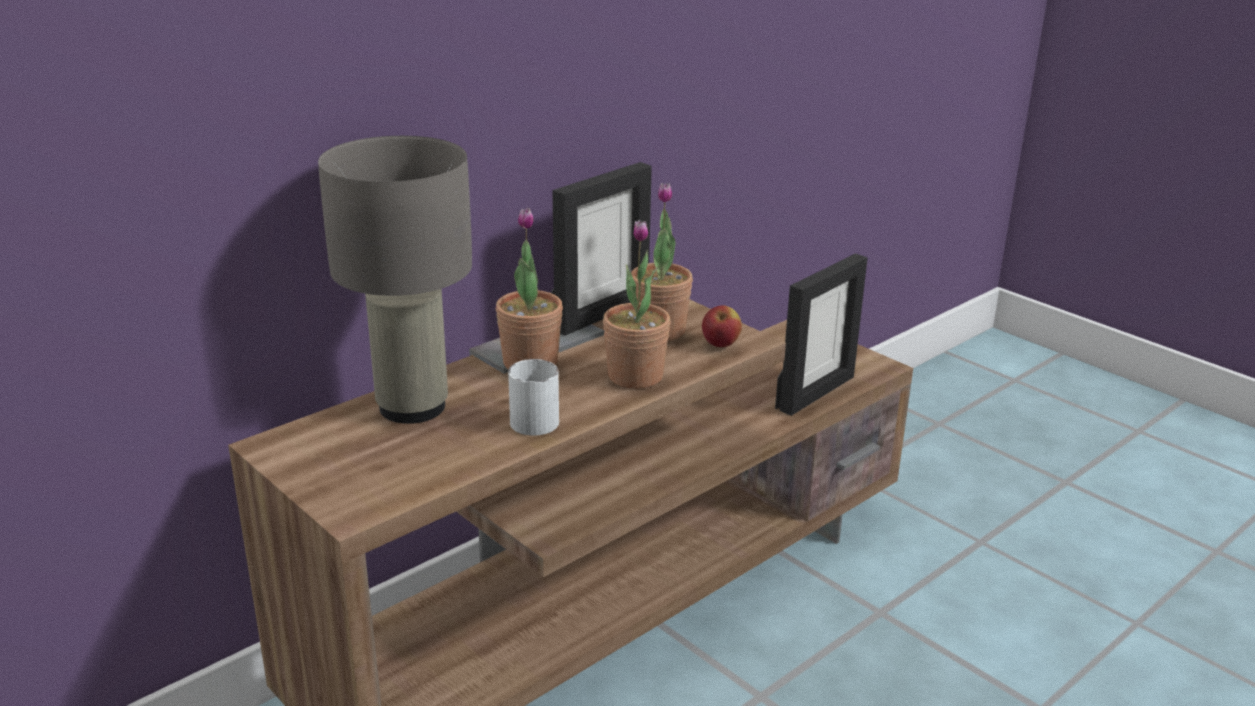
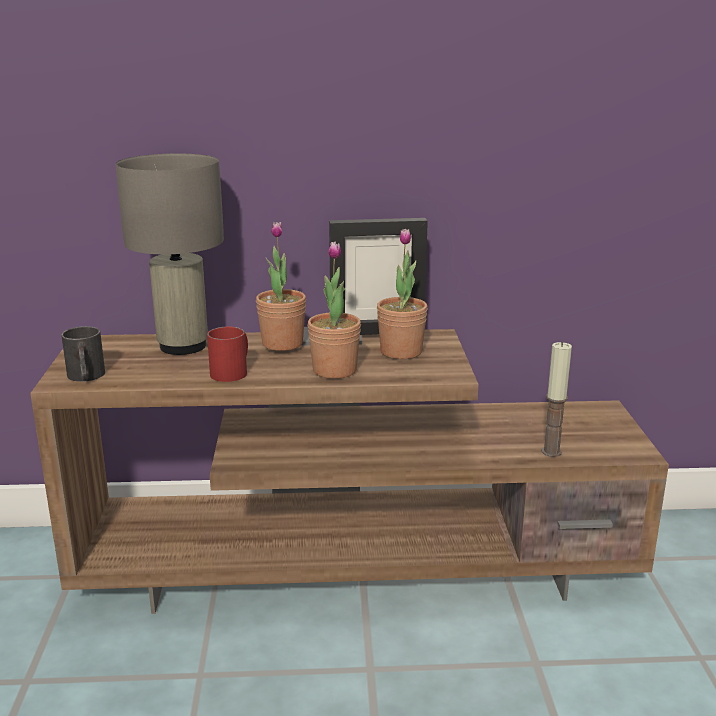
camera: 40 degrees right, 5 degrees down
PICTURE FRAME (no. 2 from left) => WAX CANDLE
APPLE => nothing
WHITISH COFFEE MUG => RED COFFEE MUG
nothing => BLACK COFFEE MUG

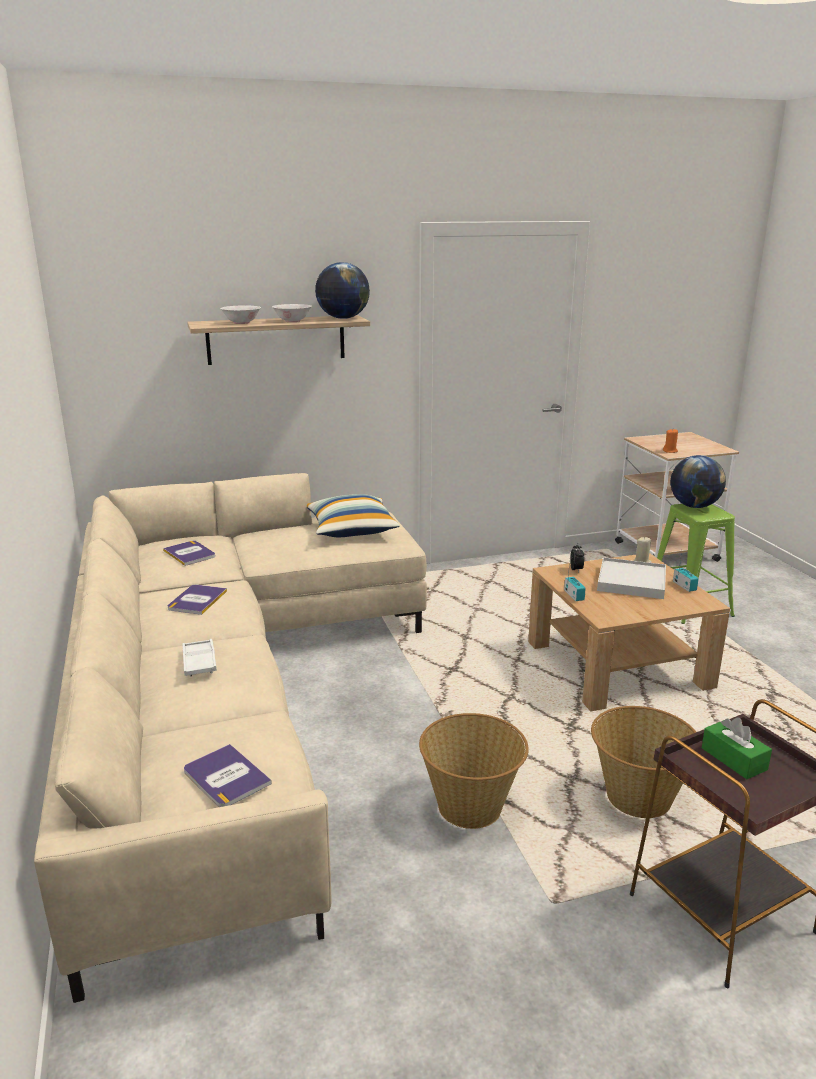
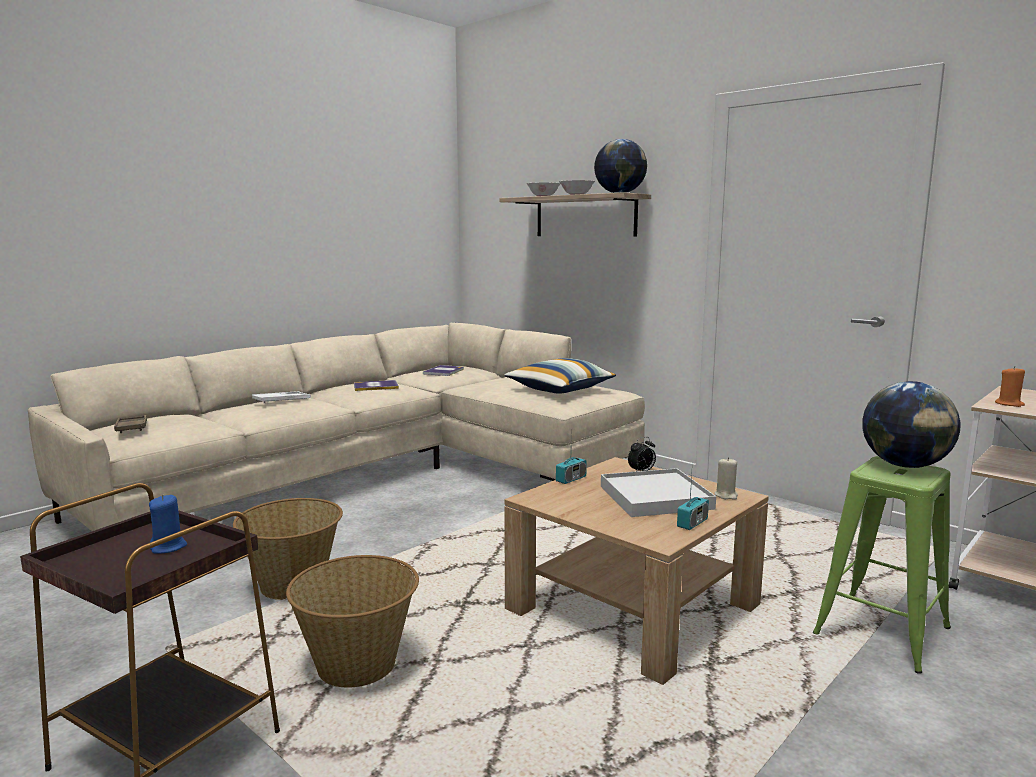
camera: 60 degrees right, 10 degrees down
GREEN TISSUE BOX => BLUE WAX CANDLE
BOOK (no. 3 from left) => BROWNISH SERVING TRAY

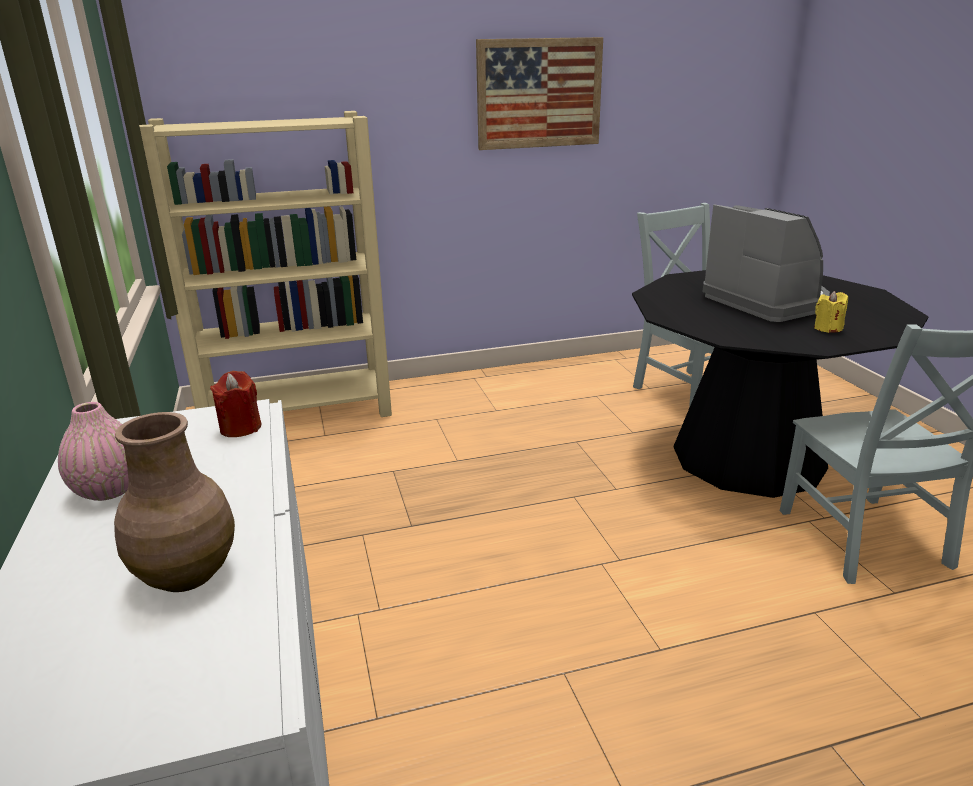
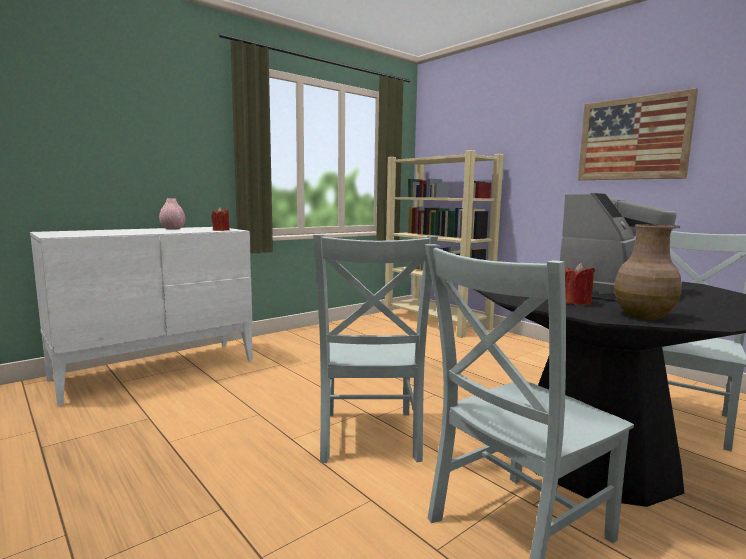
camera: 65 degrees right, 15 degrees down
YELLOWISH WAX CANDLE => RED WAX CANDLE (no. 2 from left)
BROWNISH VASE, relocated
nothing => GREY PLAIN CHAIR (no. 1 from left)

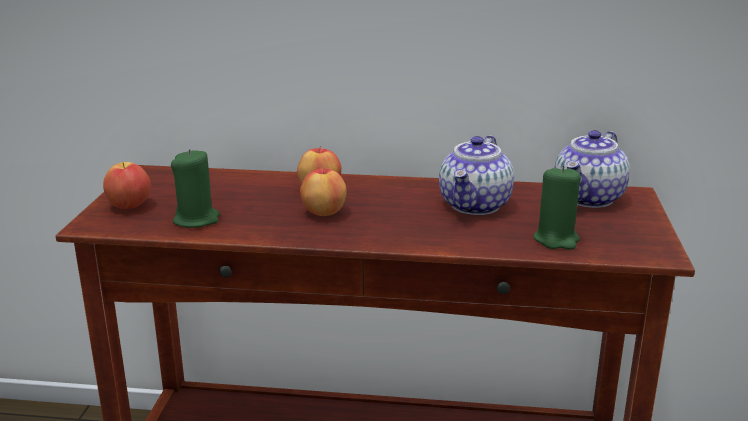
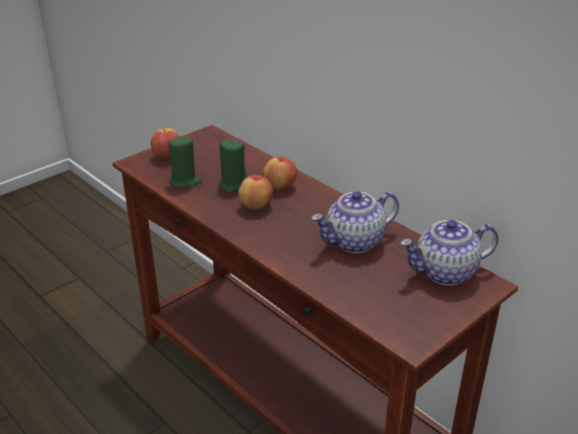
camera: 40 degrees right, 10 degrees up
GREEN WAX CANDLE (no. 2 from left), relocated

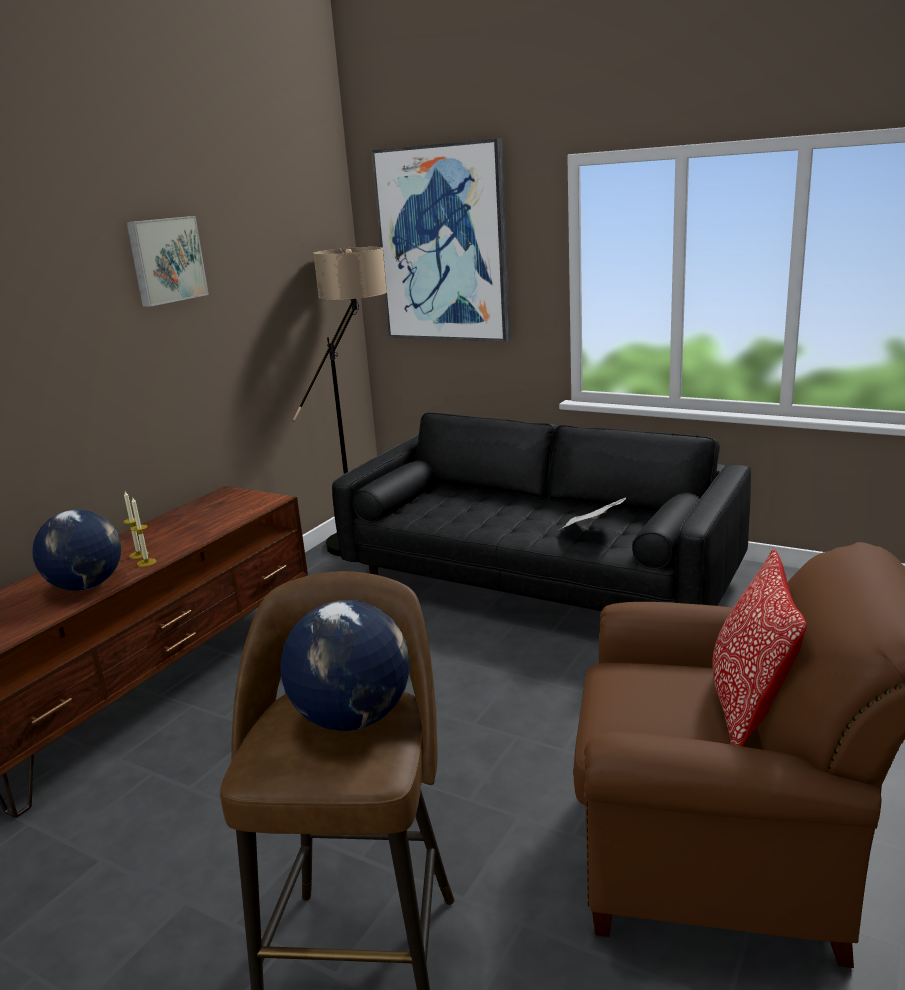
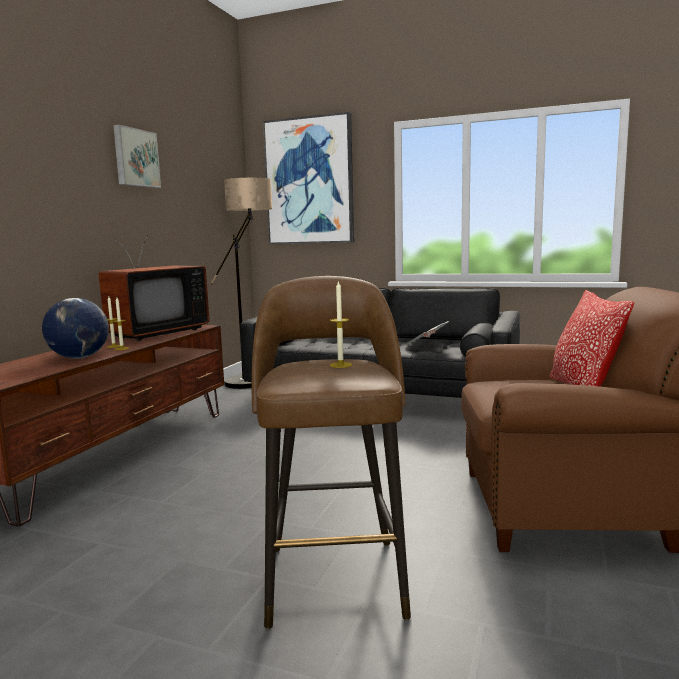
camera: 10 degrees left, 10 degrees down
DESK GLOBE (no. 2 from left) => WAX CANDLE (no. 3 from left)
nothing => TELEVISION

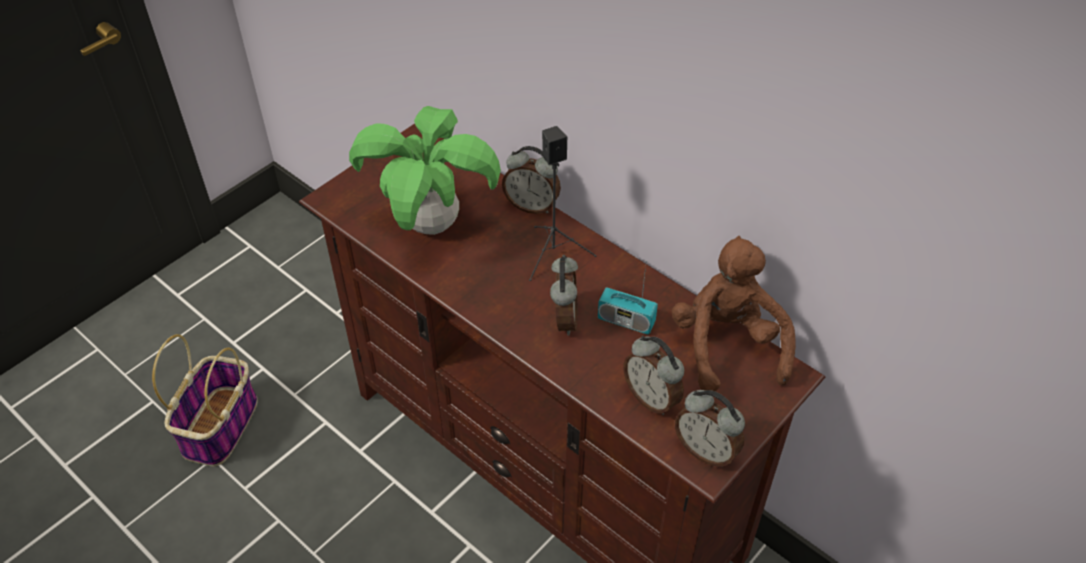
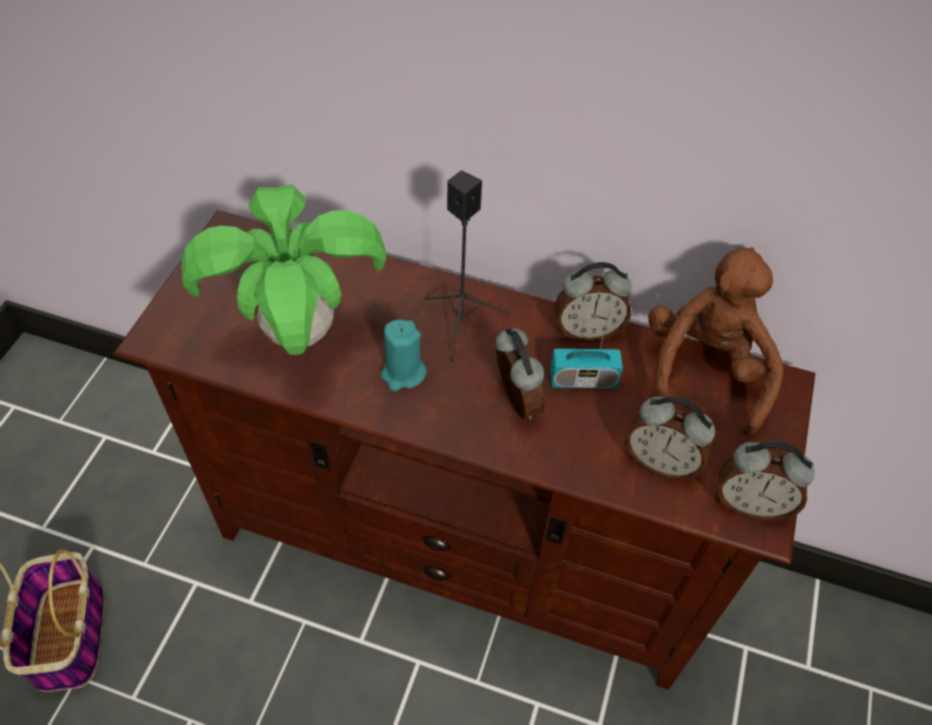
camera: 25 degrees left, 5 degrees up
TABLE CLOCK (no. 1 from left in the first image) => TABLE CLOCK (no. 2 from left), relocated
BROWNISH SOFT TOY, 45 degrees clockwise
nothing => TURQUOISE-COLOURED WAX CANDLE

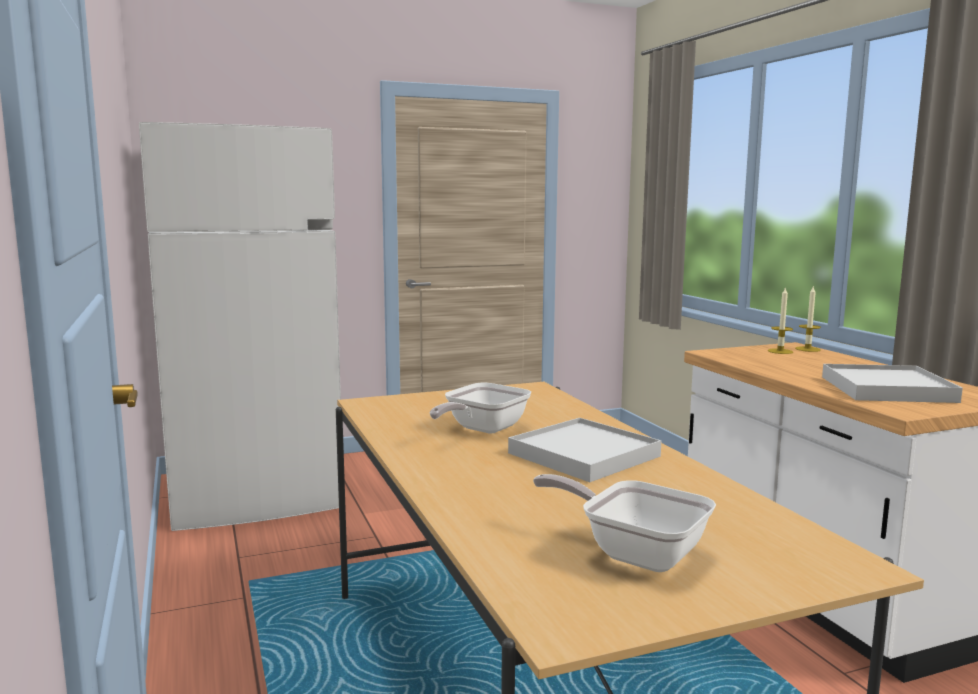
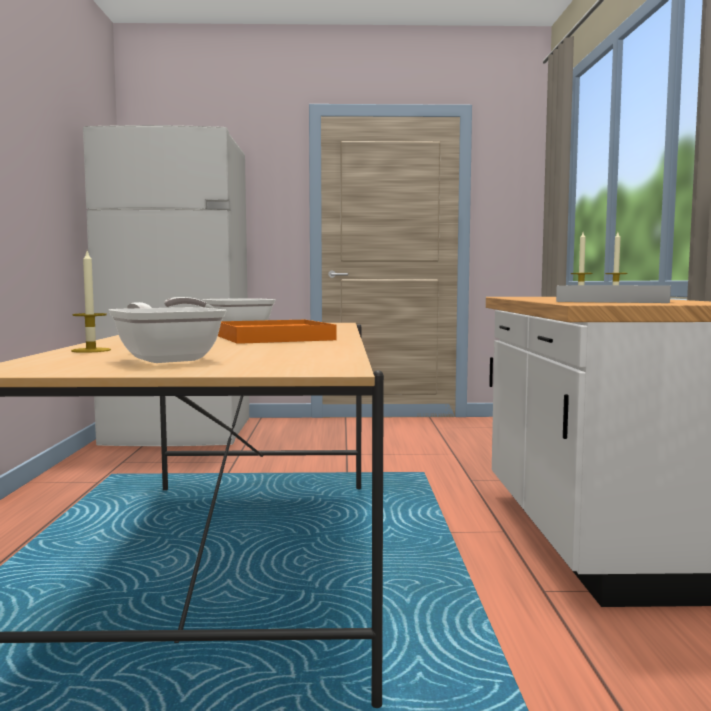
camera: 20 degrees right, 5 degrees down
WHITISH SERVING TRAY (no. 1 from left) => ORANGE-COLOURED SERVING TRAY
nothing => WAX CANDLE (no. 1 from left)

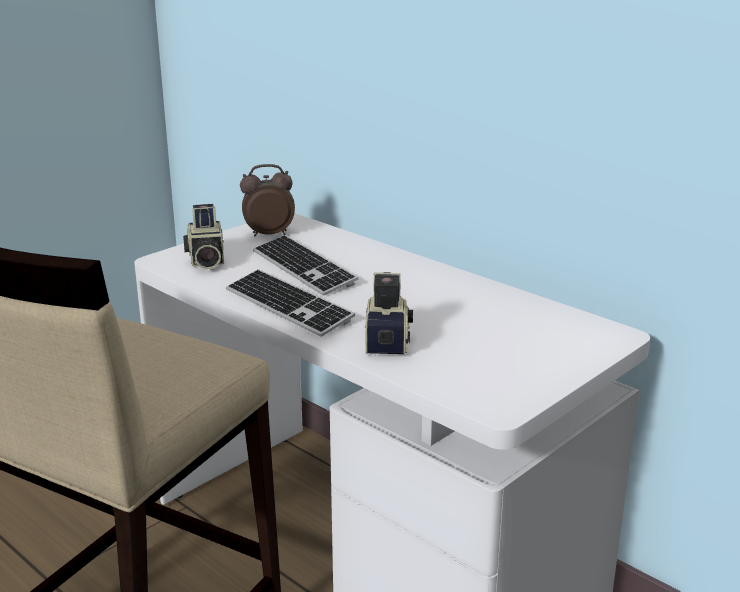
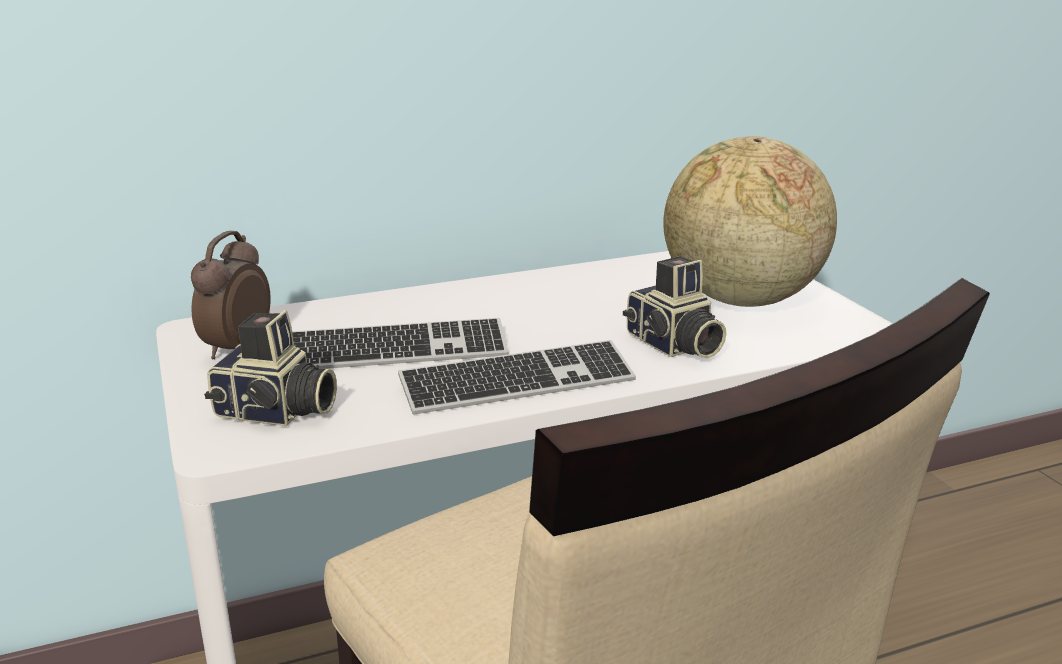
camera: 65 degrees left, 0 degrees up
PHOTO CAMERA (no. 2 from left), 150 degrees counterclockwise
nothing => DESK GLOBE

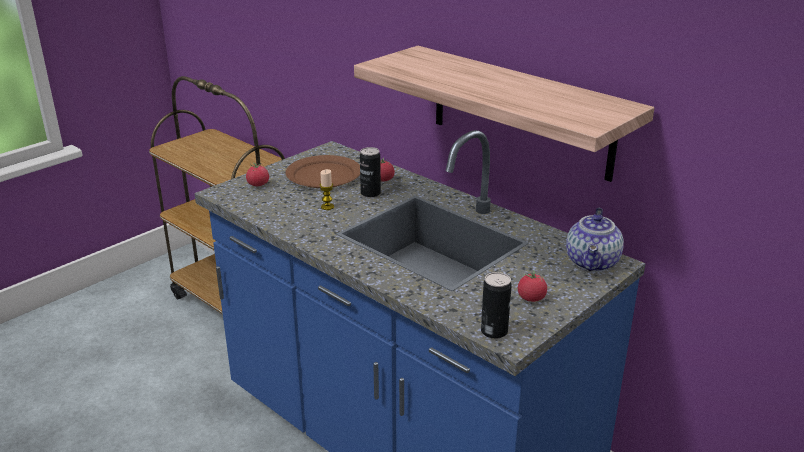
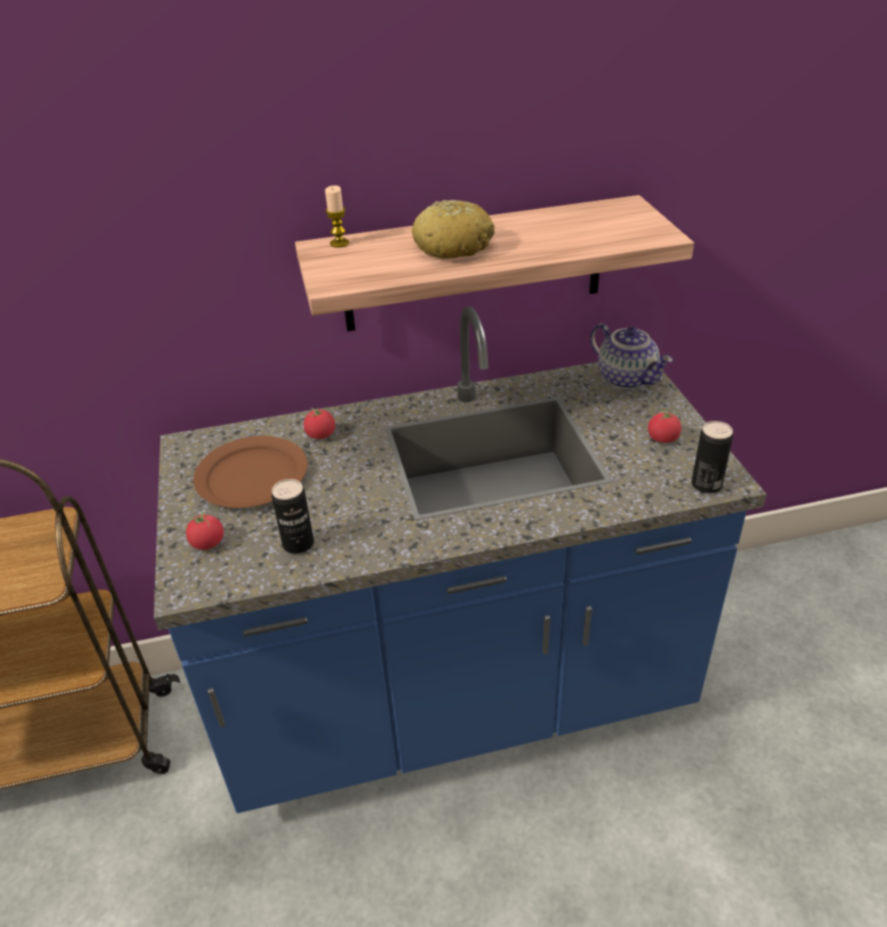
camera: 55 degrees left, 10 degrees up
SEALED CAN (no. 1 from left), relocated
WAX CANDLE, relocated
nothing => BAKERY BREAD

